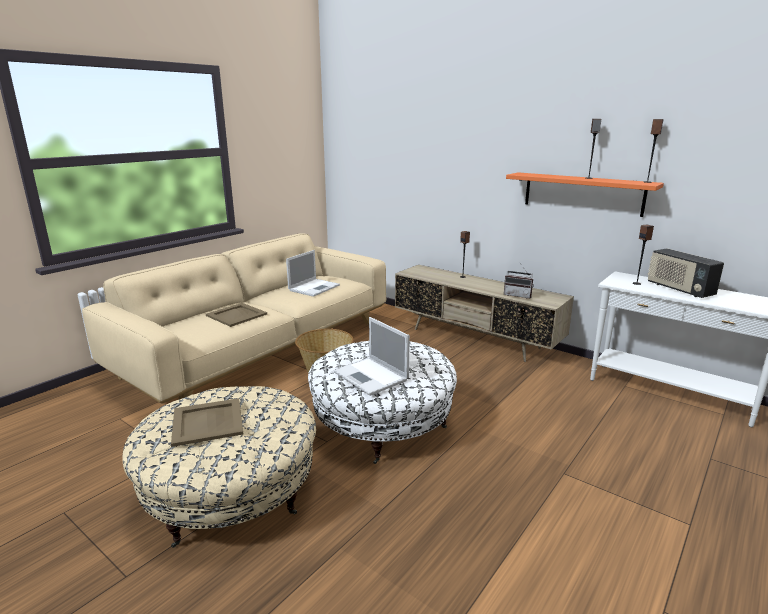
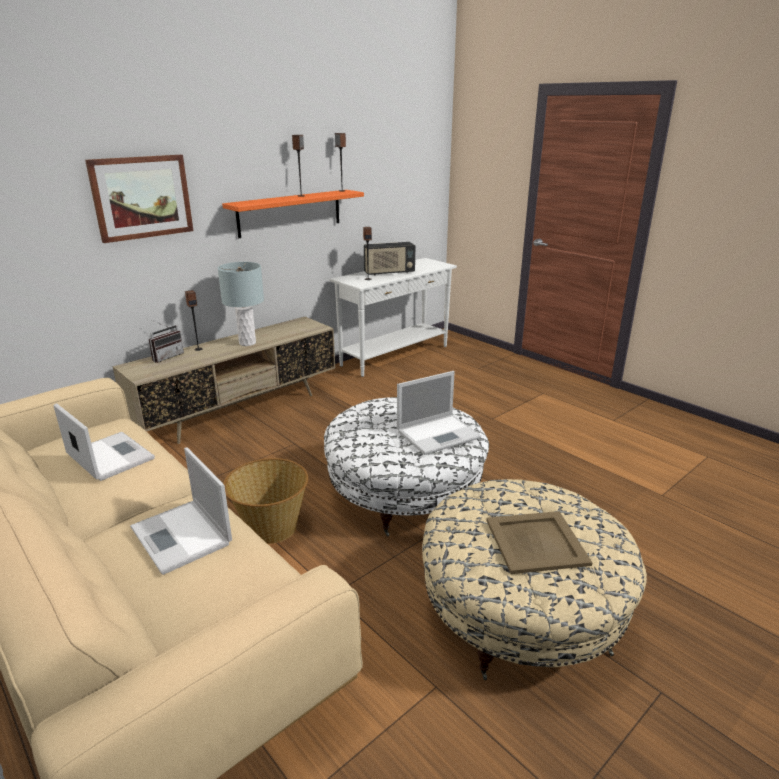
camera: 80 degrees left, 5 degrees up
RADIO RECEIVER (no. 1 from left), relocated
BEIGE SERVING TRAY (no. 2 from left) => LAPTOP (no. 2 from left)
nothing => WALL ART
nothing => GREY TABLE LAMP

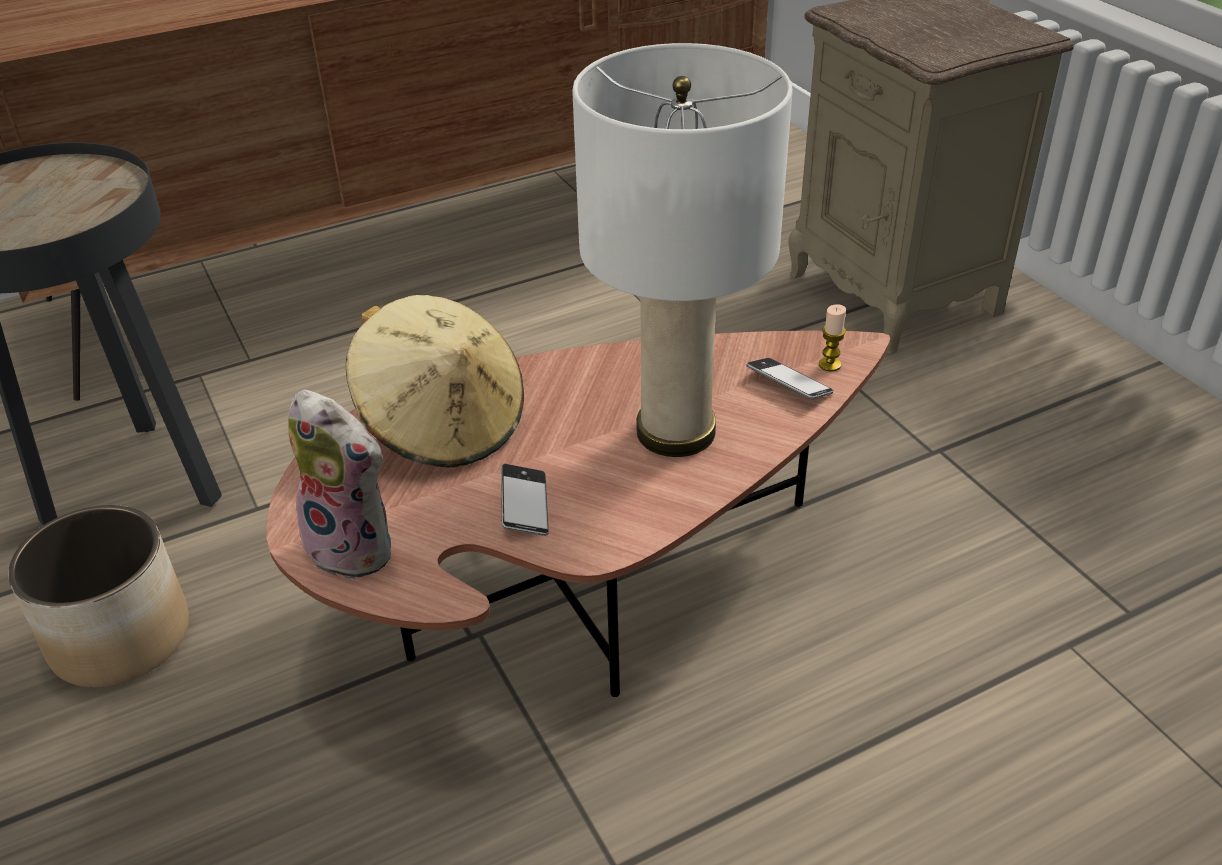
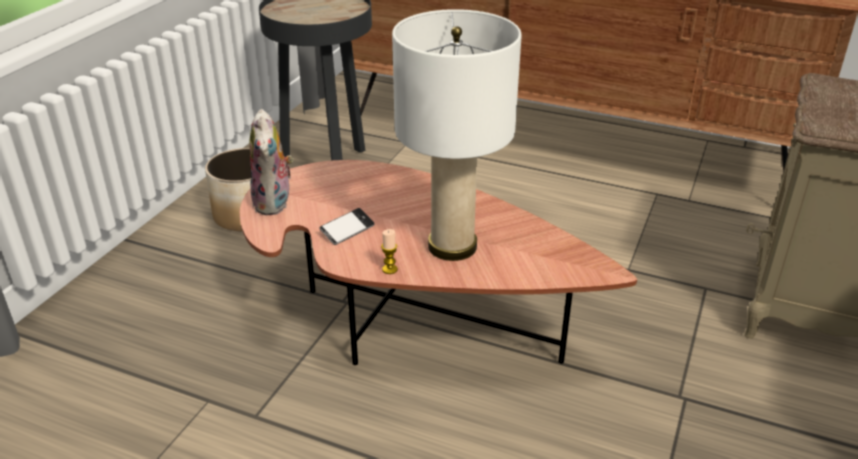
camera: 50 degrees right, 5 degrees down
BEIGE HAT => nothing
WAX CANDLE, relocated
TELEPHONE (no. 2 from left) => nothing

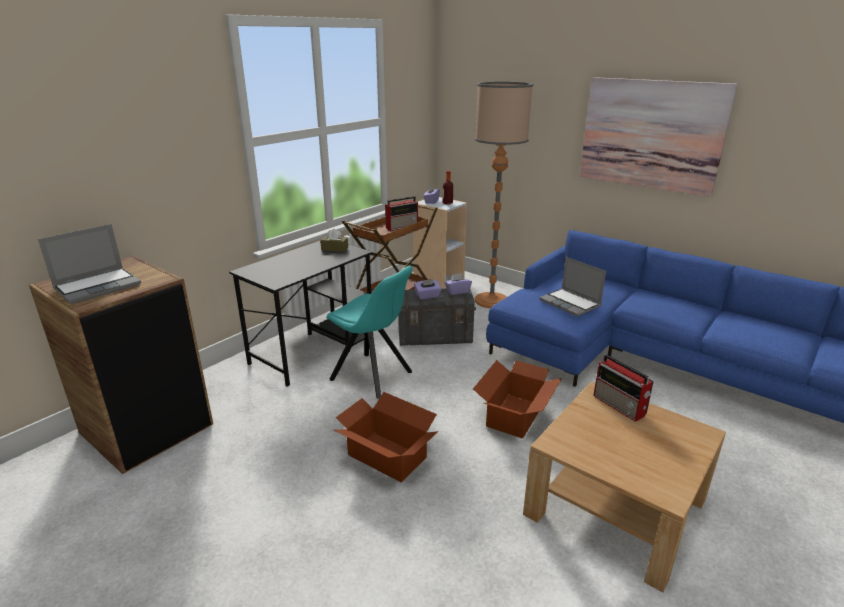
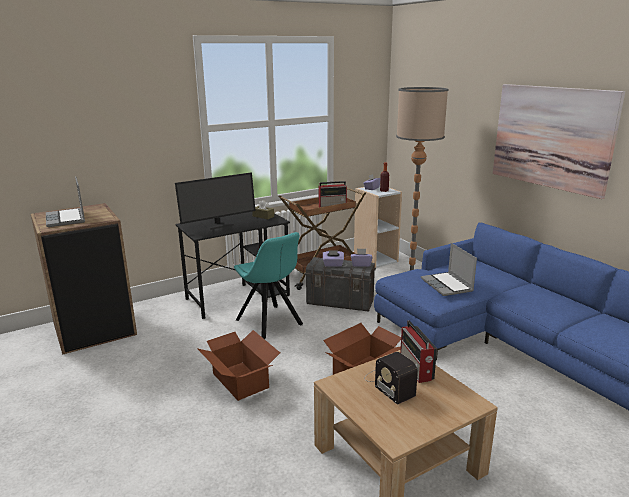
camera: 20 degrees right, 5 degrees down
LAPTOP (no. 1 from left), 90 degrees clockwise
nothing => COMPUTER DISPLAY
nothing => RADIO RECEIVER (no. 2 from left)

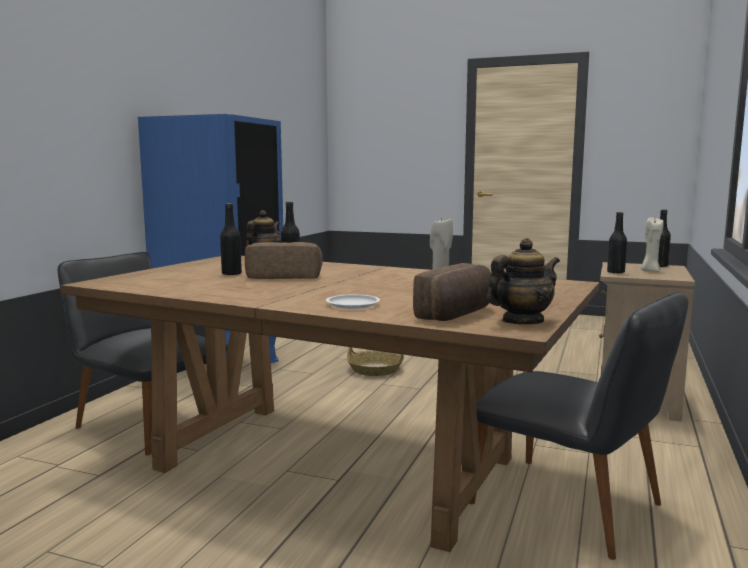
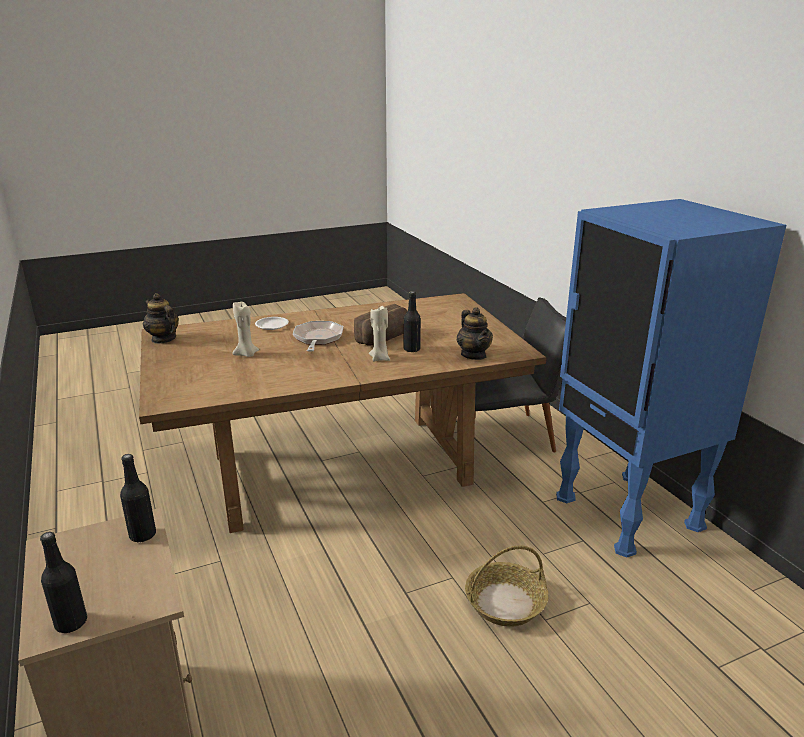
camera: 135 degrees right, 15 degrees up
BLACK BOTTLE (no. 1 from left) => nothing
BEIGE WAX CANDLE (no. 2 from left), relocated
TEA POT (no. 2 from left in the first image) => TEA POT (no. 1 from left), 120 degrees clockwise
BAKERY BREAD (no. 2 from left) => nothing
BLACK PLAIN CHAIR (no. 2 from left) => nothing
nothing => PAN

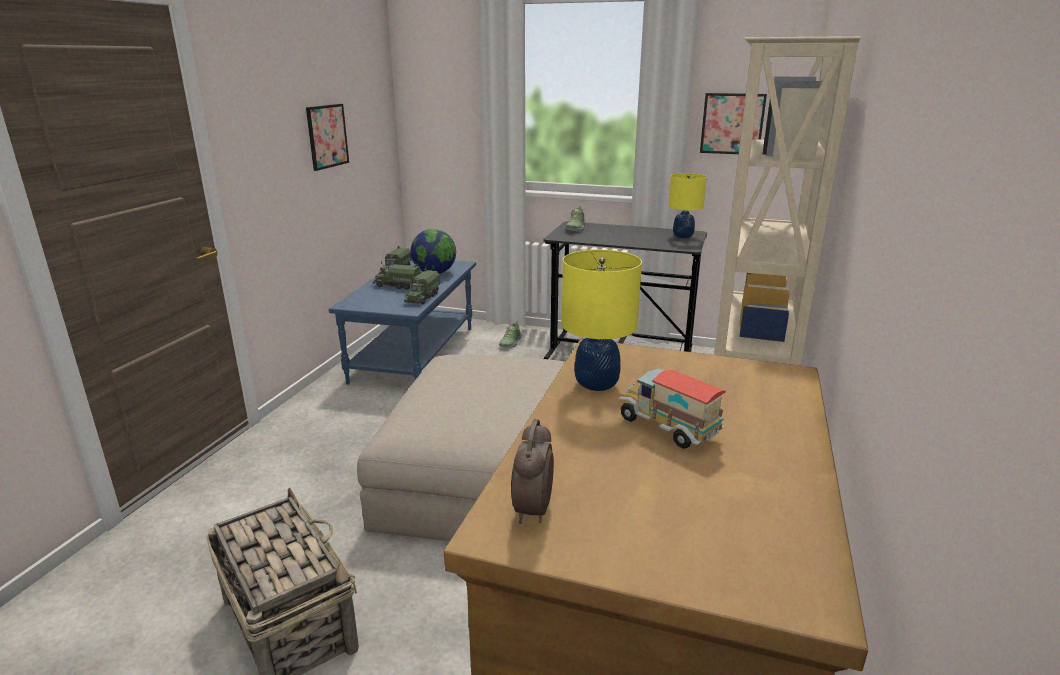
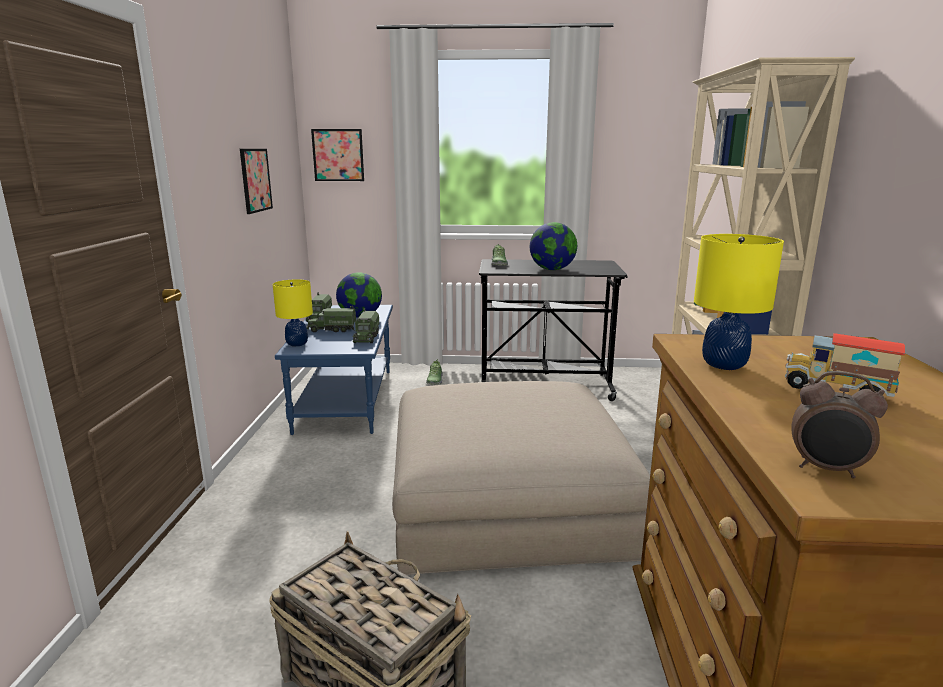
camera: 15 degrees left, 5 degrees down
WALL ART (no. 2 from left), relocated
YELLOWISH TABLE LAMP (no. 2 from left in the first image) => YELLOWISH TABLE LAMP (no. 1 from left), relocated
TABLE CLOCK, 60 degrees counterclockwise
nothing => DESK GLOBE (no. 2 from left)

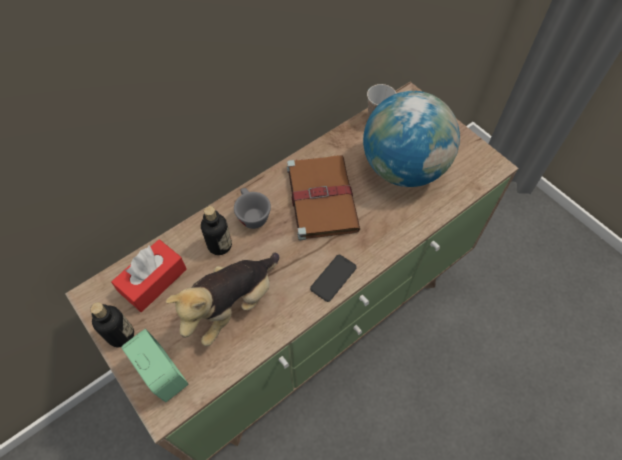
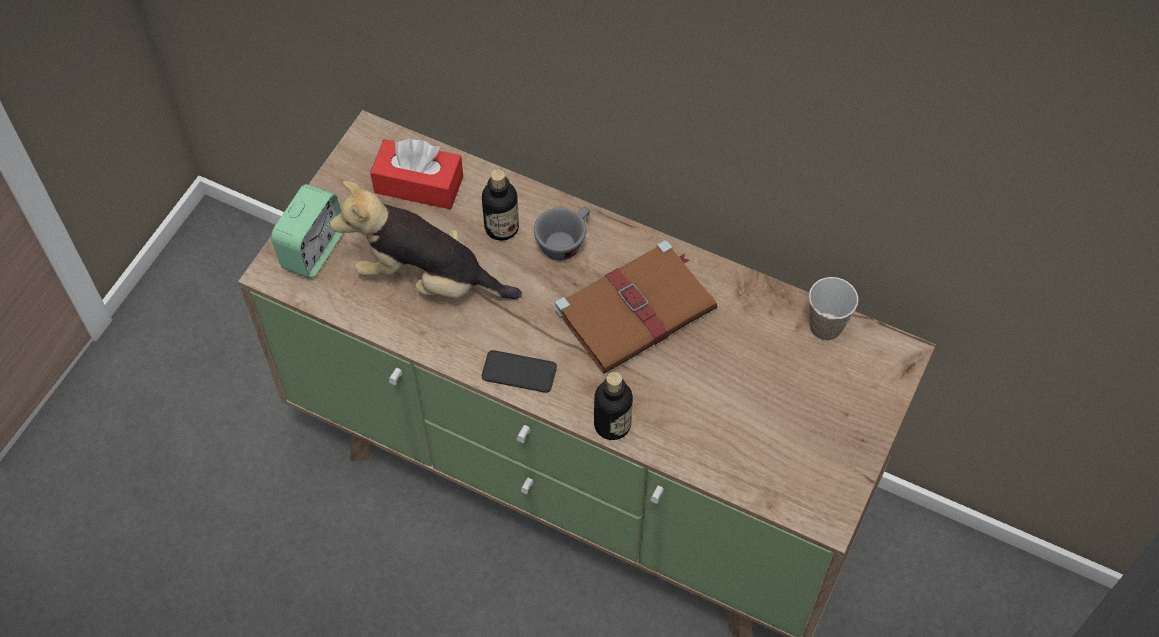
camera: 65 degrees right, 0 degrees up
DESK GLOBE => nothing
BOTTLE (no. 1 from left in the first image) => BOTTLE (no. 2 from left), relocated

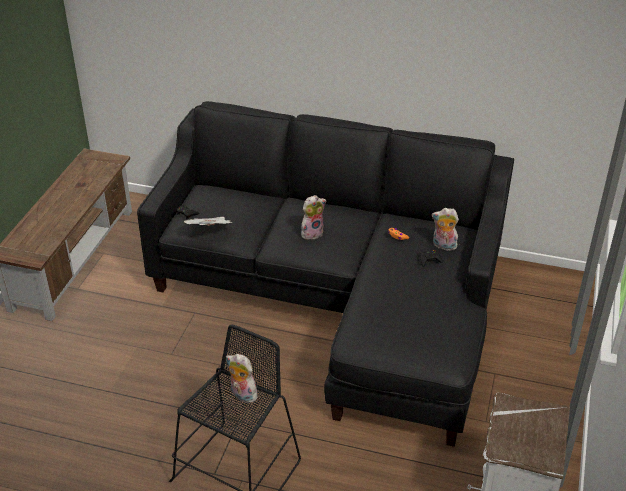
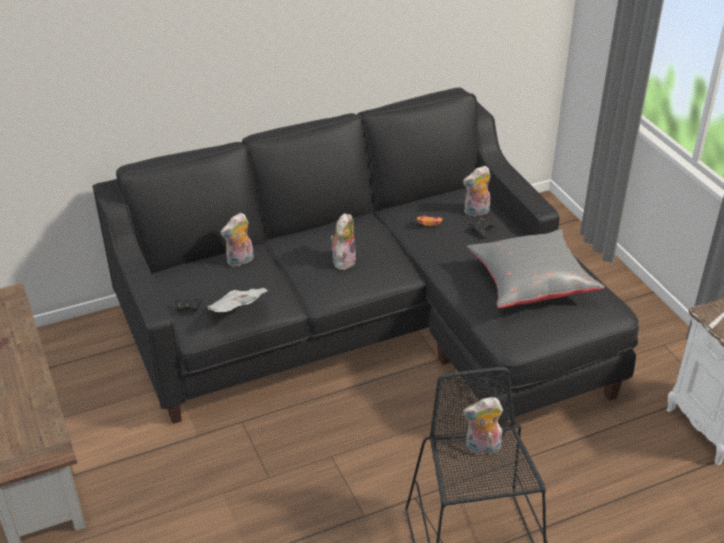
camera: 40 degrees left, 0 degrees up
nothing => SOFT TOY (no. 1 from left)
nothing => GREY PILLOW

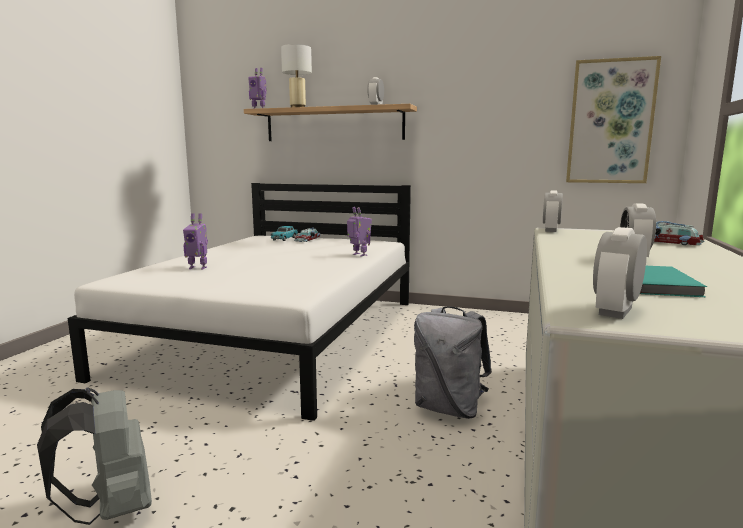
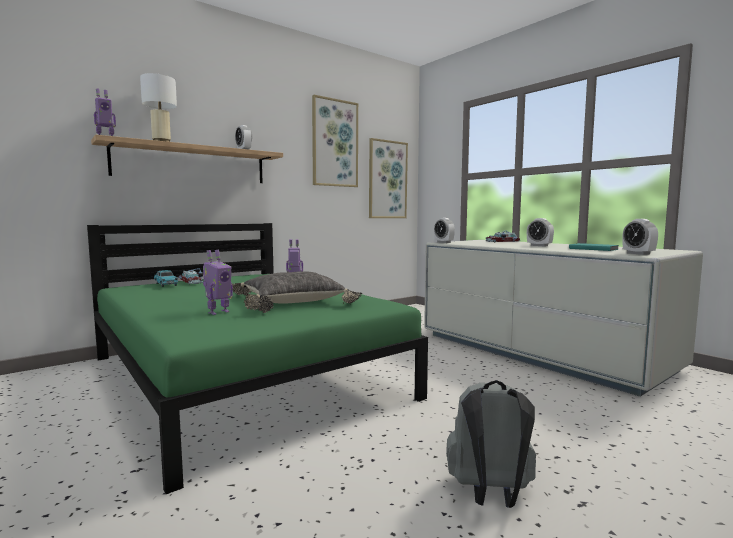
camera: 55 degrees left, 5 degrees down
WHITISH BED => GREEN BED
GREY KNAPSACK (no. 2 from left) => nothing
nothing => WALL ART (no. 1 from left)
nothing => PILLOW

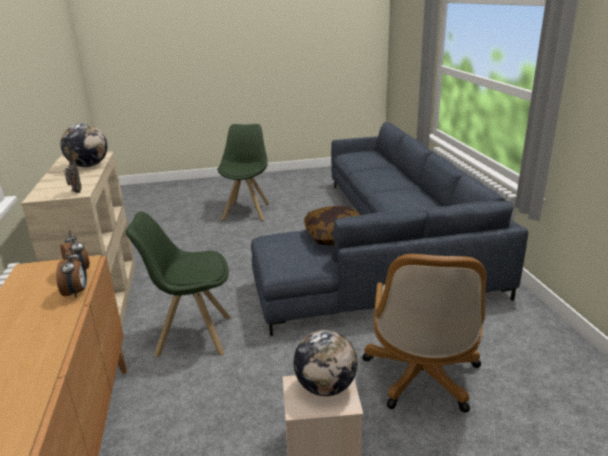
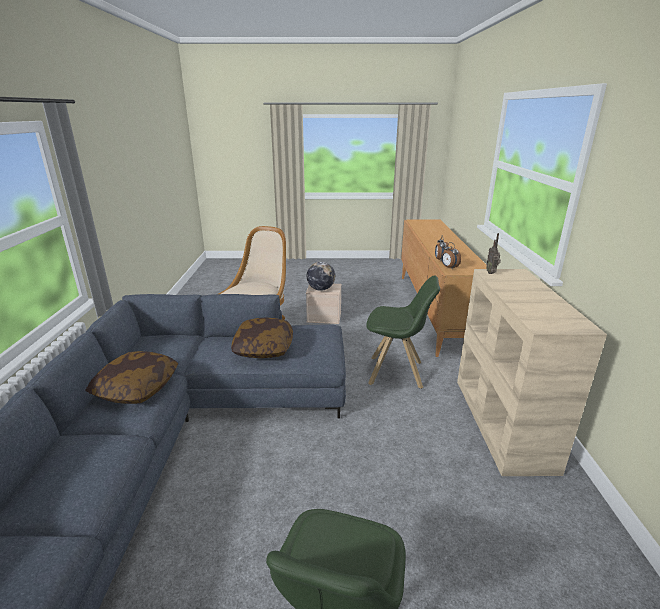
camera: 170 degrees left, 0 degrees up
DESK GLOBE (no. 1 from left) => nothing
nothing => PILLOW (no. 1 from left)

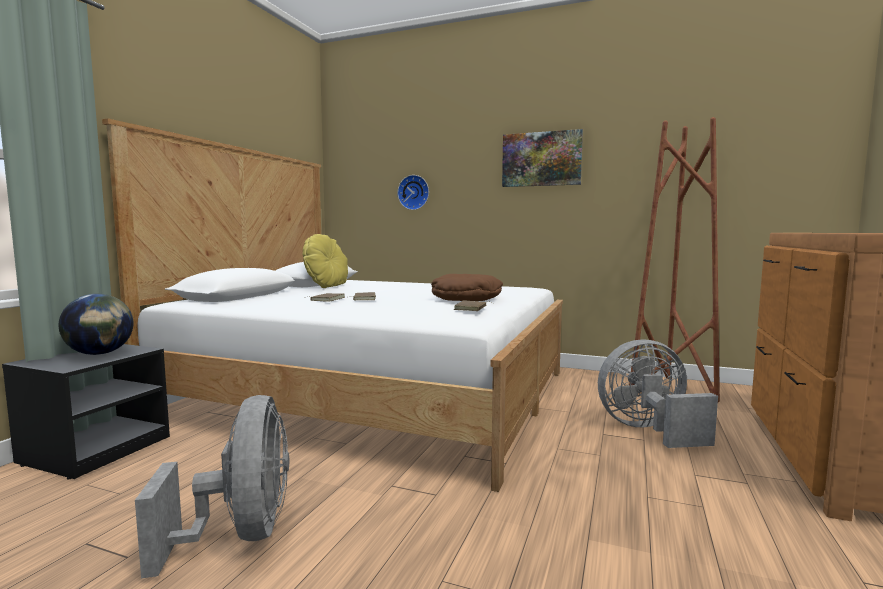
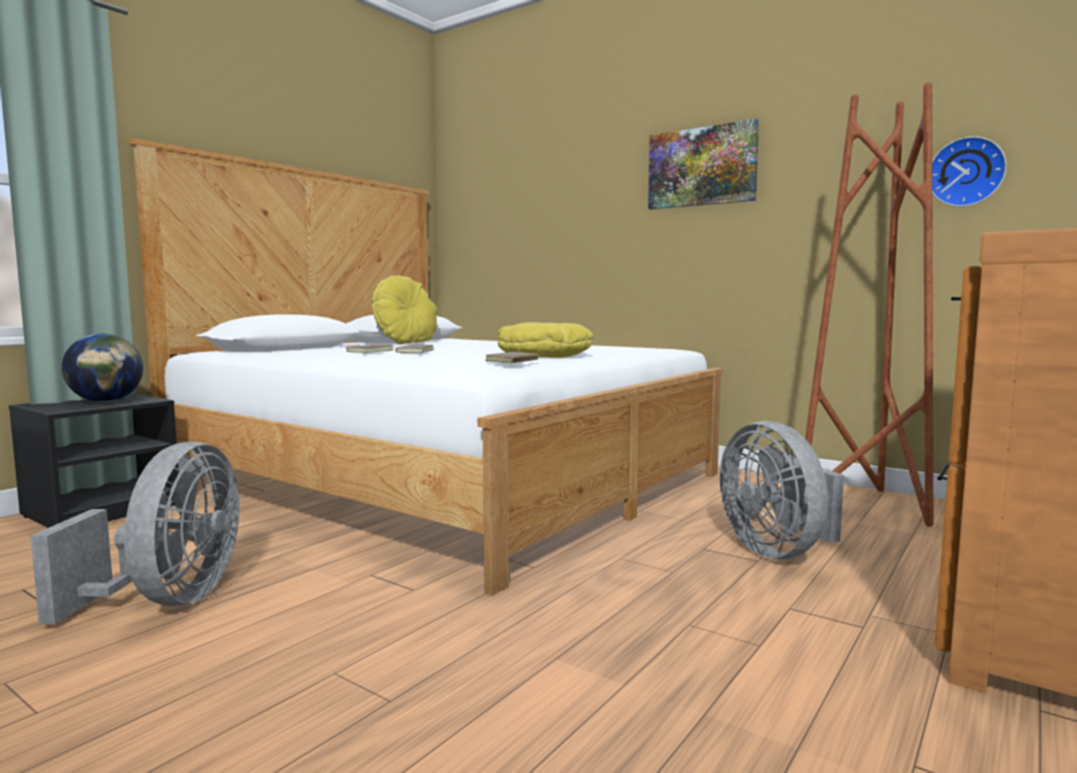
camera: 15 degrees right, 0 degrees up
WALL CLOCK, relocated
BROWNISH PILLOW => YELLOWISH PILLOW (no. 2 from left)
GREY FAN (no. 2 from left), 120 degrees counterclockwise

